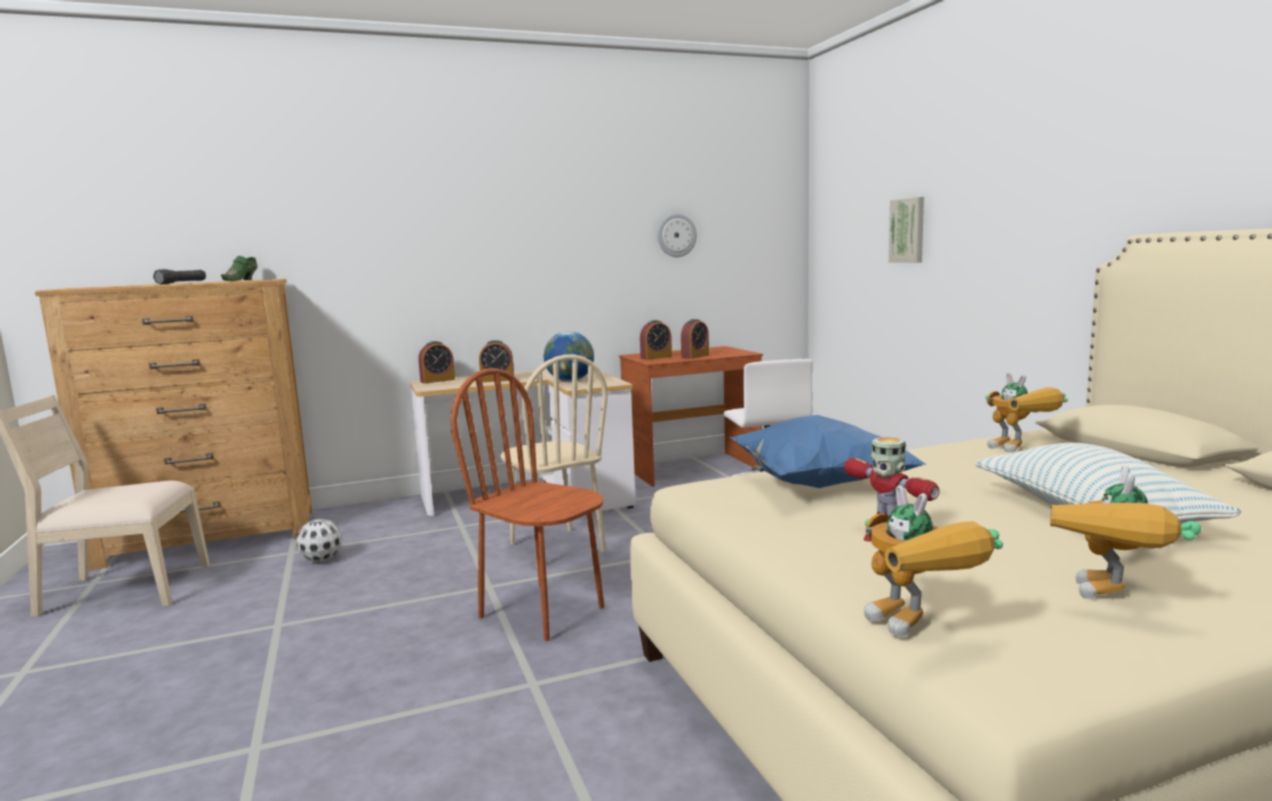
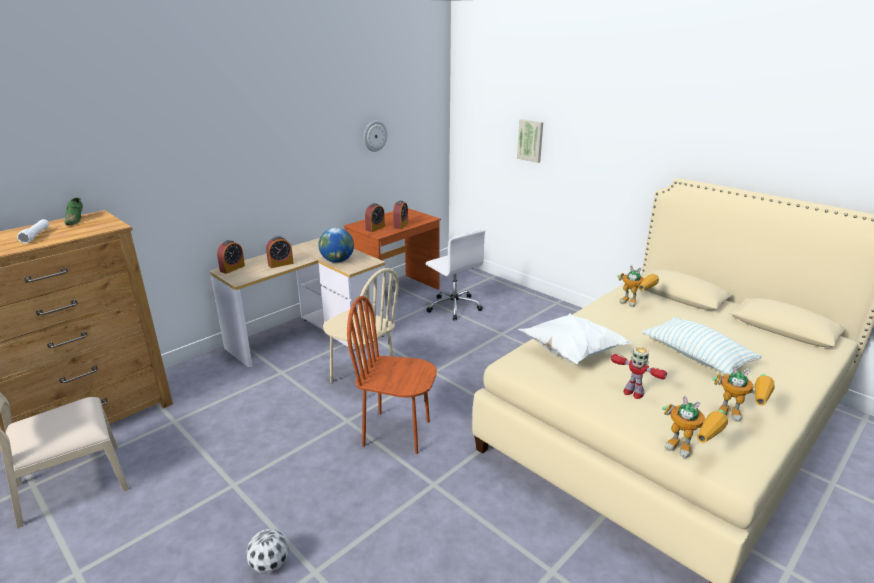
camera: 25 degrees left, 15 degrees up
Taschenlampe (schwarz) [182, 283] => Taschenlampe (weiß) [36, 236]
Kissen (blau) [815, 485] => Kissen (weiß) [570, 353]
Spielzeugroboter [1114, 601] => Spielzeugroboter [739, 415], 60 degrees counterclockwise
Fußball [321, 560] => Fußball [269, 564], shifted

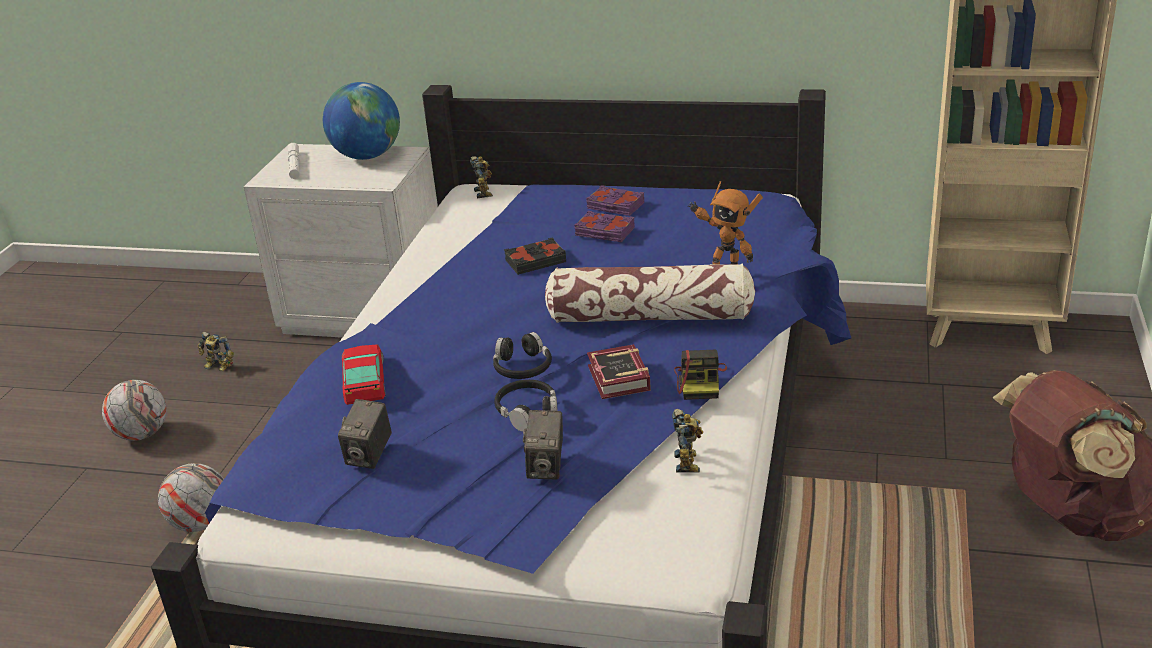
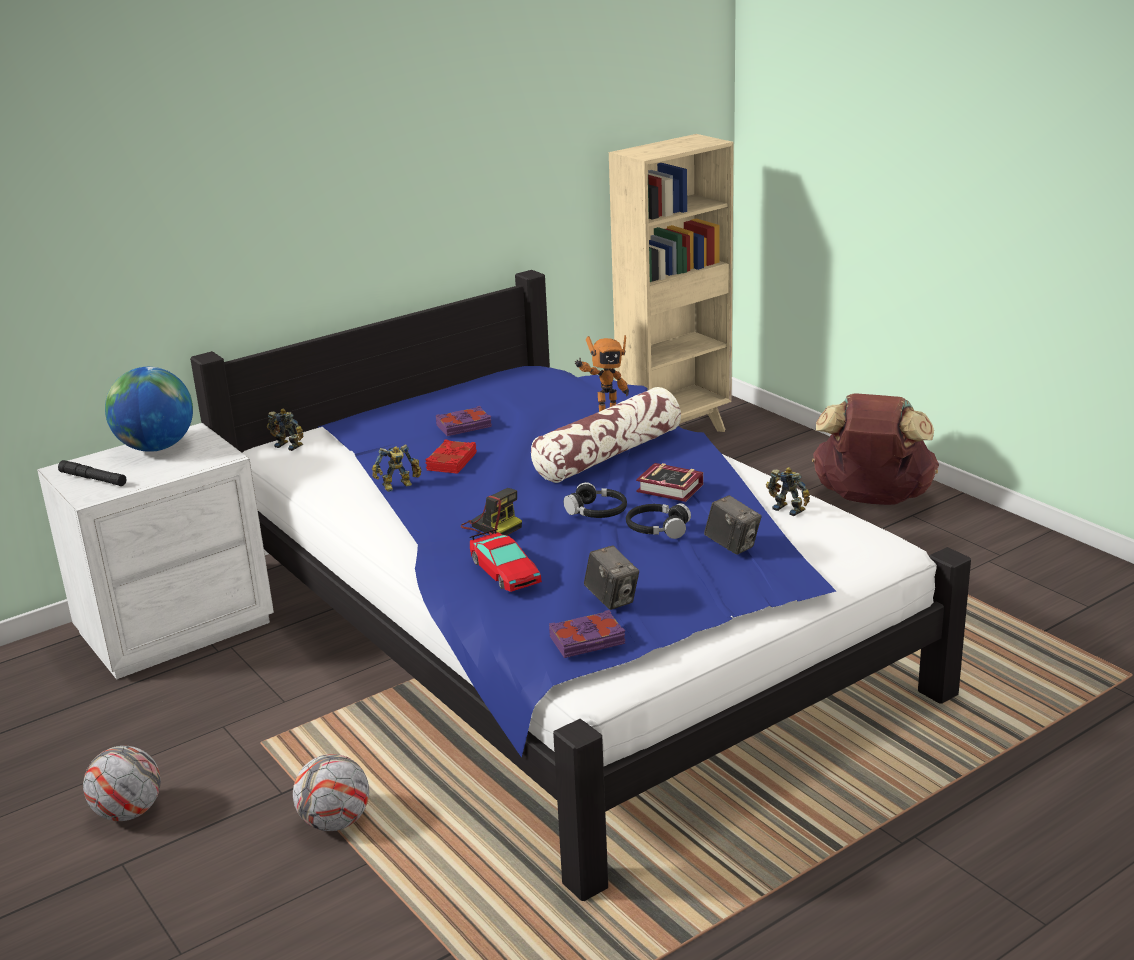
camera: 50 degrees left, 5 degrees down
Taschenlampe (weiß) [294, 165] => Taschenlampe (schwarz) [93, 479]
Buch (lila) [615, 206] => Buch (lila) [587, 641], shifted
Buch (schwarz) [535, 261] => Buch (rot) [451, 462]
Spielzeugroboter [217, 367] => Spielzeugroboter [399, 486], shifted
Spielzeugauto [365, 382] => Spielzeugauto [504, 571], 150 degrees counterclockwise
Kamera [700, 381] => Kamera [491, 525], shifted

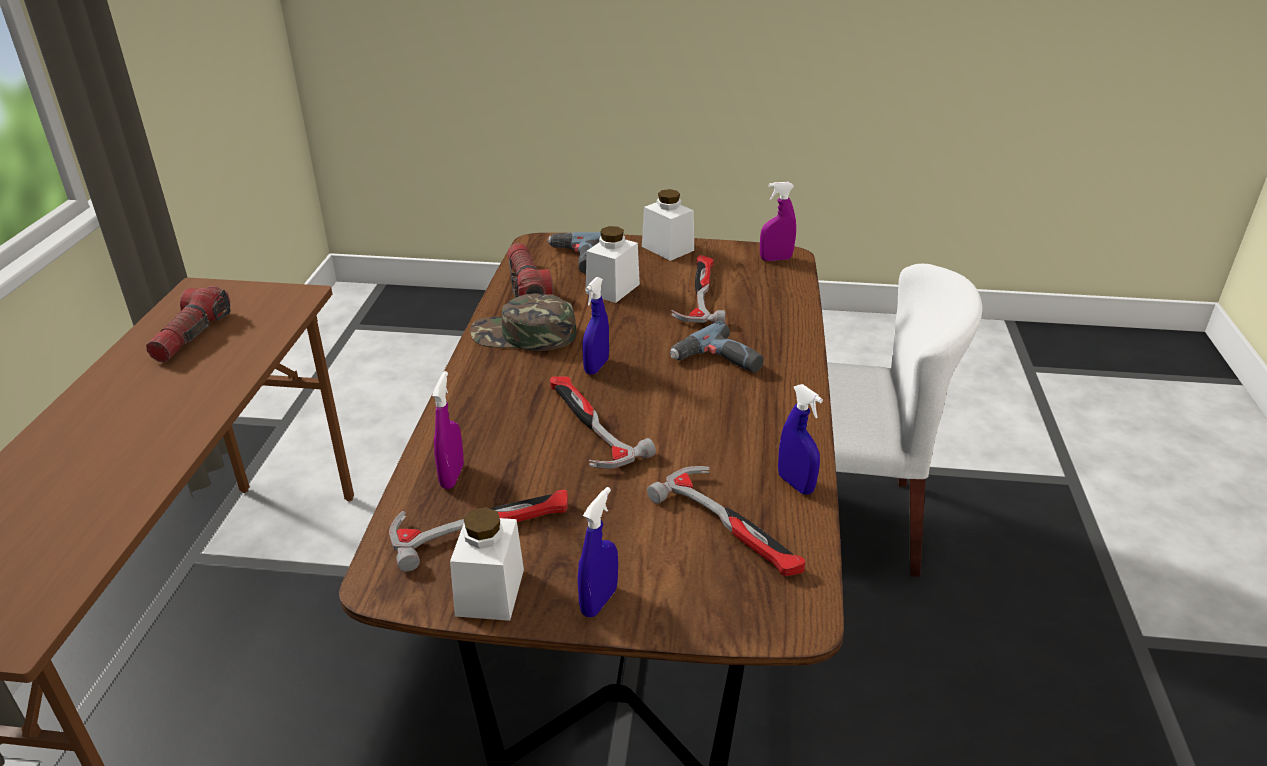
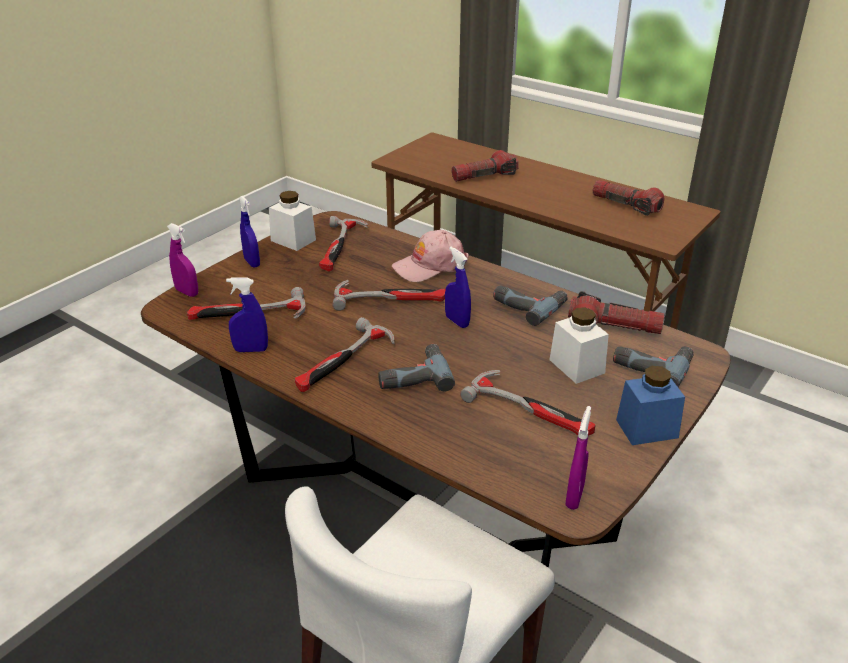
camera: 120 degrees right, 0 degrees up
Vorratsglas (weiß) [667, 248] => Vorratsglas (blau) [647, 429]
Kappe (grün) [523, 335] => Bohrmaschine [529, 305]
Sprühflasche (lila) [452, 476] => Sprühflasche (lila) [187, 292], shifted
nothing => Taschenlampe [484, 176]
nothing => Kappe (rosa) [430, 266]
nothing => Hammer [344, 362]

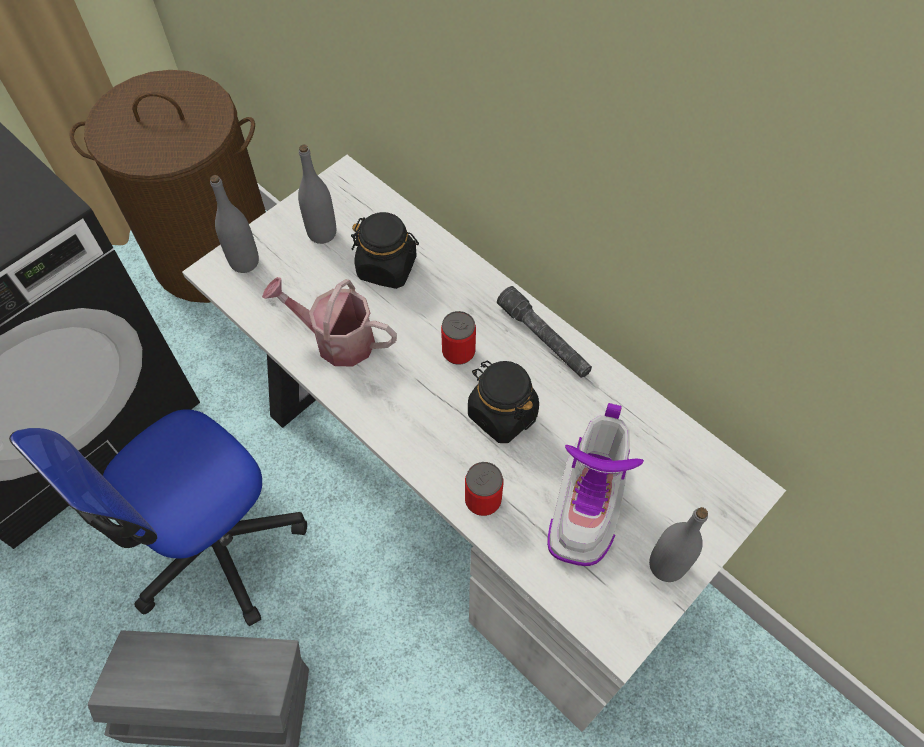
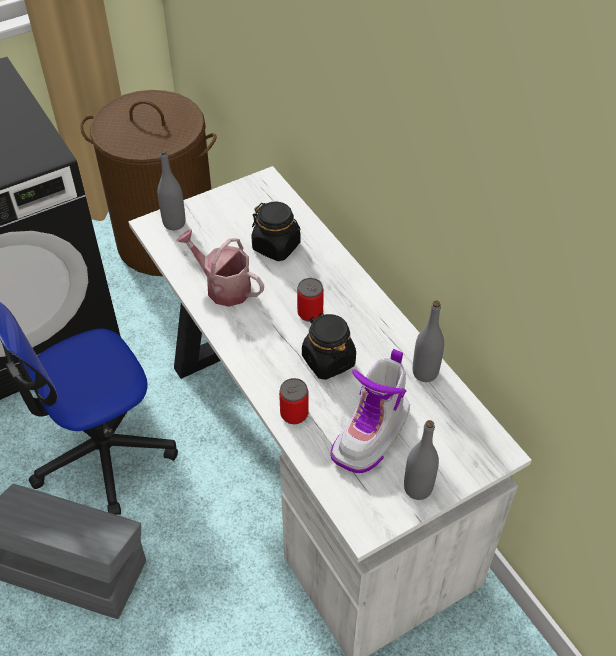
camera: 15 degrees right, 10 degrees down
Flasche (grau) [322, 233] => Flasche (grau) [425, 372], shifted
Taschenlampe (grau) [544, 339] => nothing

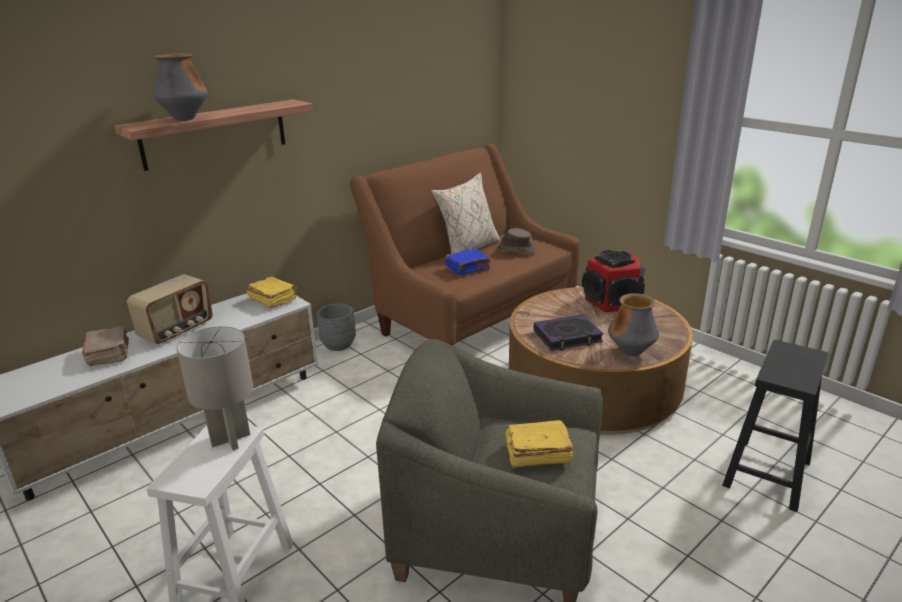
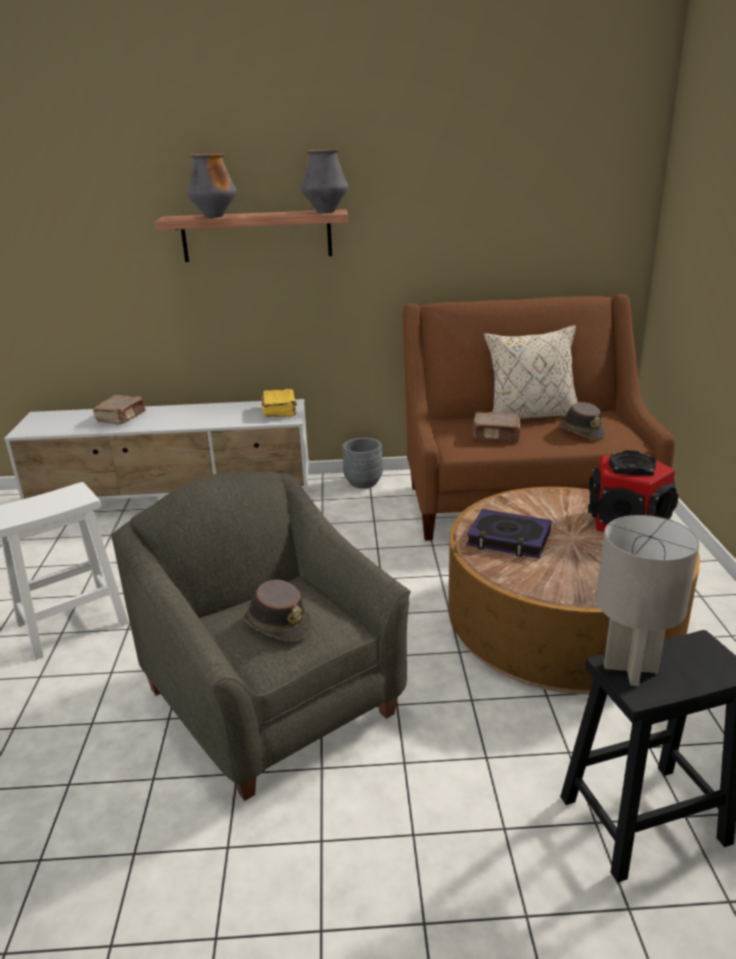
camera: 40 degrees right, 0 degrees up
Buch (blau) [468, 269] => Buch (braun) [497, 435]
Radio [177, 331] => nothing
Vase [631, 352] => Vase [325, 212], shifted
Tischlampe (grau) [231, 439] => Tischlampe (grau) [631, 668], shifted
Buch (gelb) [536, 454] => Hut (braun) [278, 623]

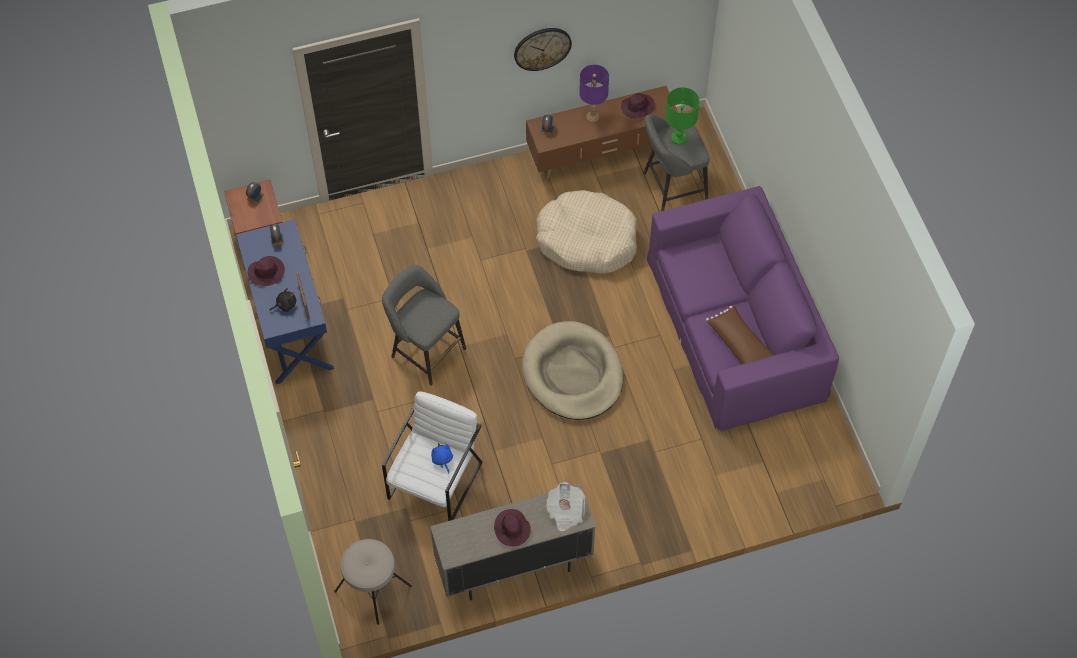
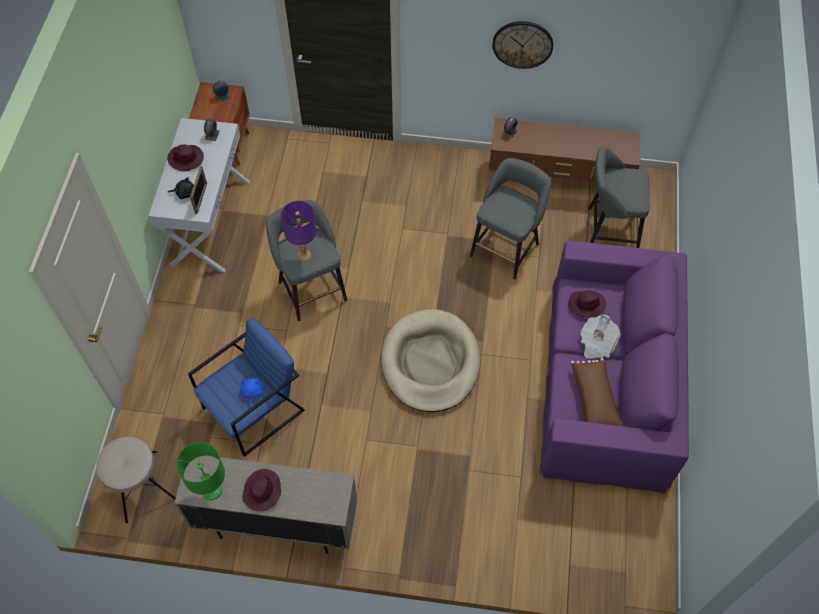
camera: 25 degrees right, 0 degrees up
Tischlampe (lila) [592, 116] => Tischlampe (lila) [304, 255], shifted
Tischlampe (grün) [679, 138] => Tischlampe (grün) [212, 490], shifted
Hut (lila) [637, 107] => Hut (lila) [586, 305], shifted
Hundebett (beige) [586, 240] => Hocker (grau) [506, 247]
Konsolentisch (blau) [290, 326] => Konsolentisch (weiß) [210, 222]
Sessel (weiß) [435, 480] => Sessel (blau) [254, 409]
Zeitung [565, 512] => Zeitung [596, 343], shifted

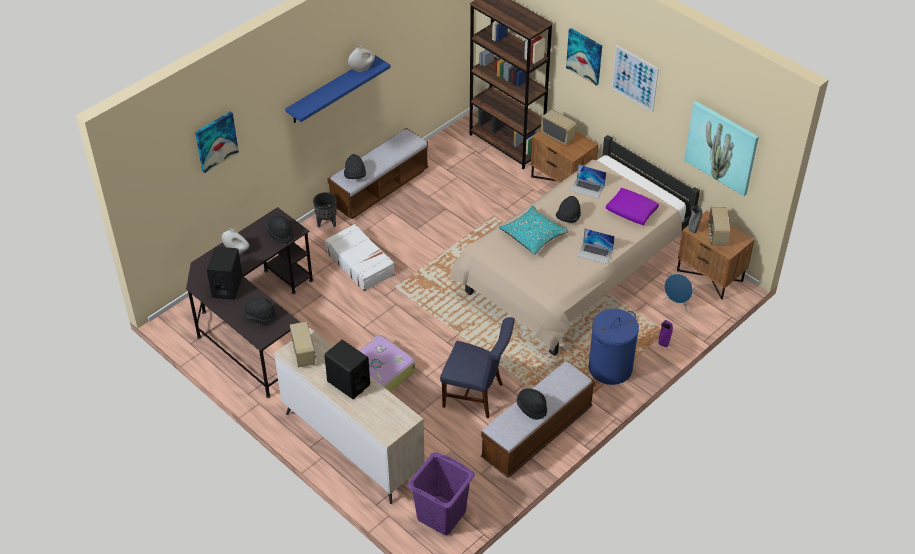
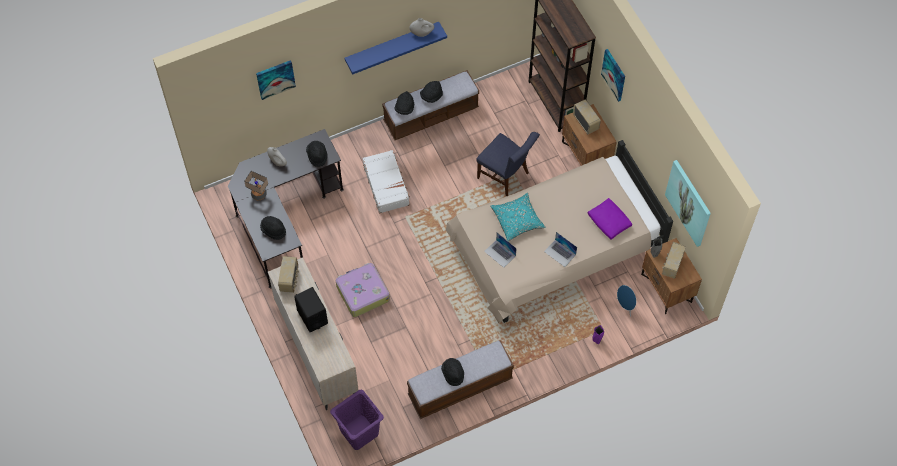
camera: 20 degrees right, 15 degrees up
Bild [634, 78] => nothing
Laptop [587, 188] => Laptop [500, 253], shifted
Pflanzkübel (schwarz) [327, 223] => nothing
Hut (schwarz) [568, 218] => Hut (schwarz) [431, 96], shifted
Lautsprecher (schwarz) [227, 286] => Tischlampe [259, 194]
Wäschekorb (blau) [610, 368] => nothing
Stuhl (blau) [477, 395] => Stuhl (blau) [506, 176], shifted

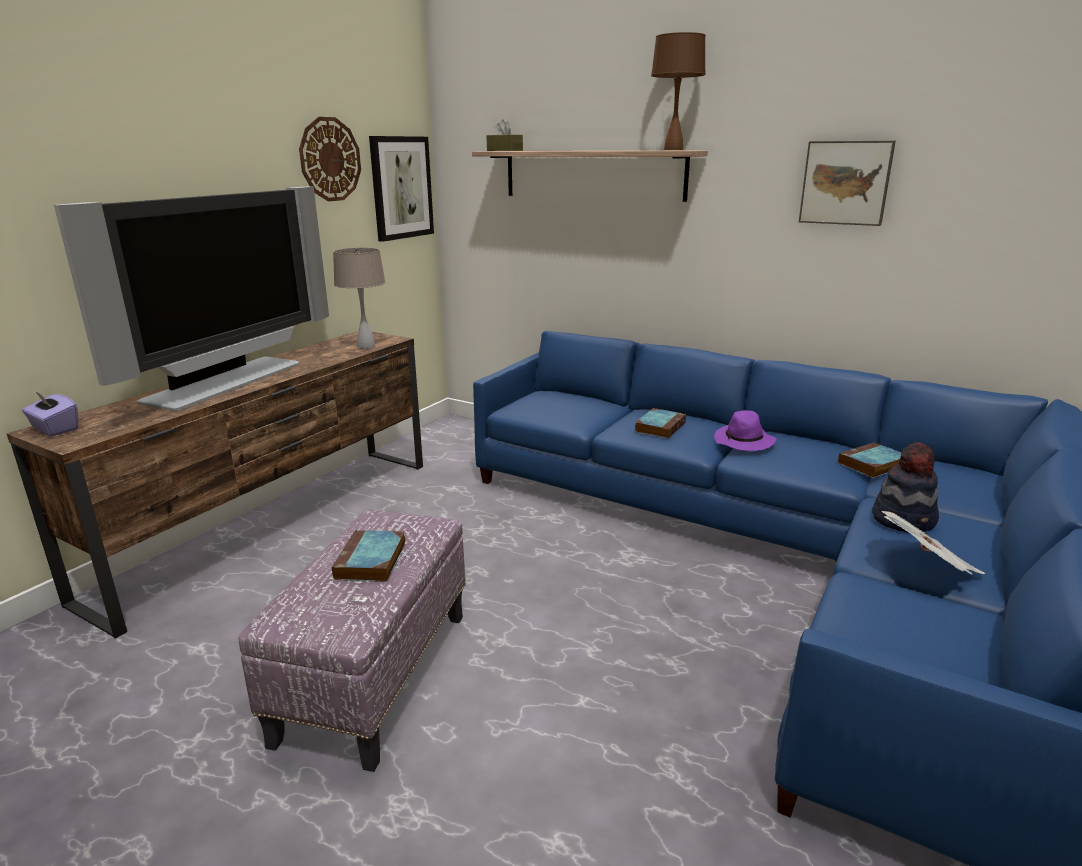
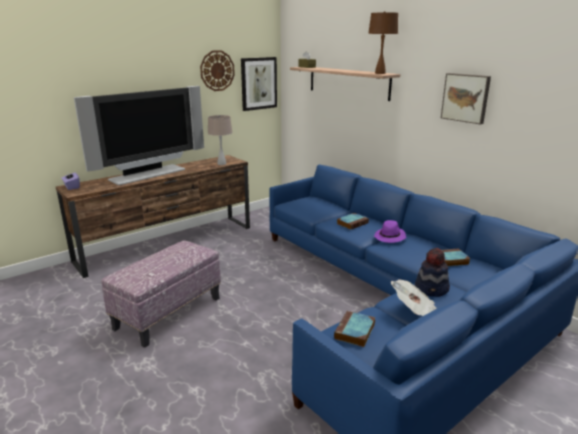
camera: 20 degrees right, 0 degrees up
Buch [371, 562] => Buch [355, 332], shifted

